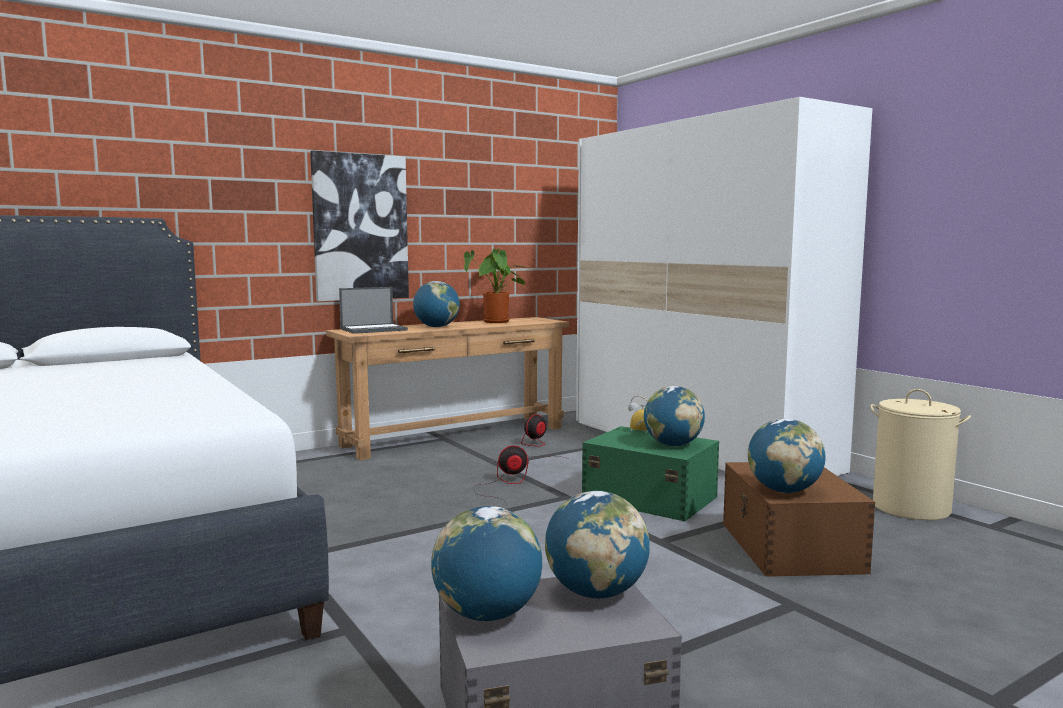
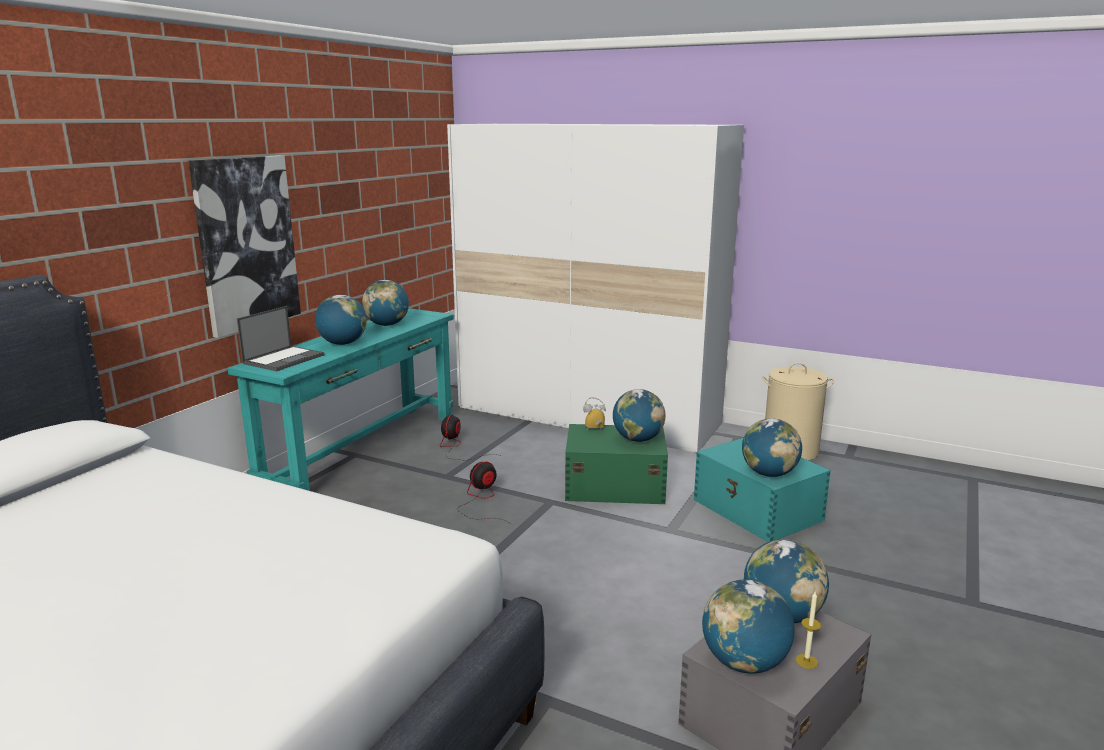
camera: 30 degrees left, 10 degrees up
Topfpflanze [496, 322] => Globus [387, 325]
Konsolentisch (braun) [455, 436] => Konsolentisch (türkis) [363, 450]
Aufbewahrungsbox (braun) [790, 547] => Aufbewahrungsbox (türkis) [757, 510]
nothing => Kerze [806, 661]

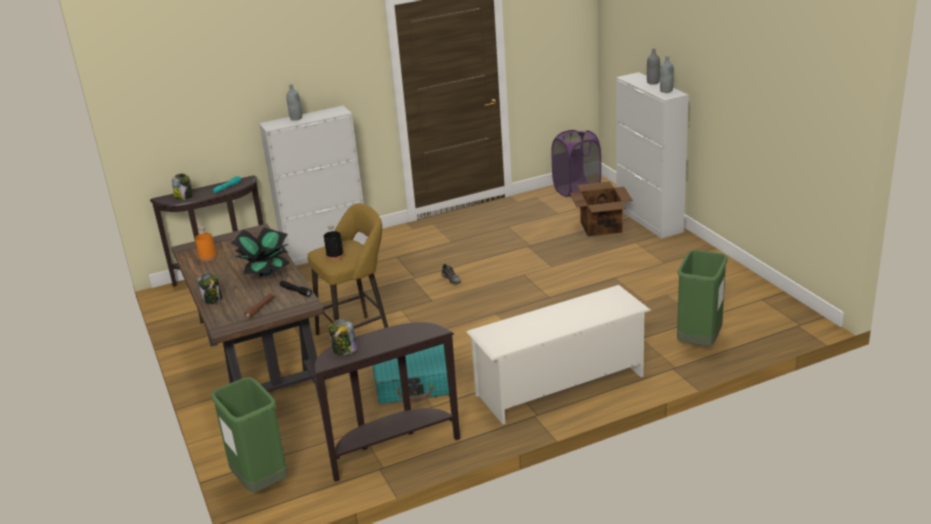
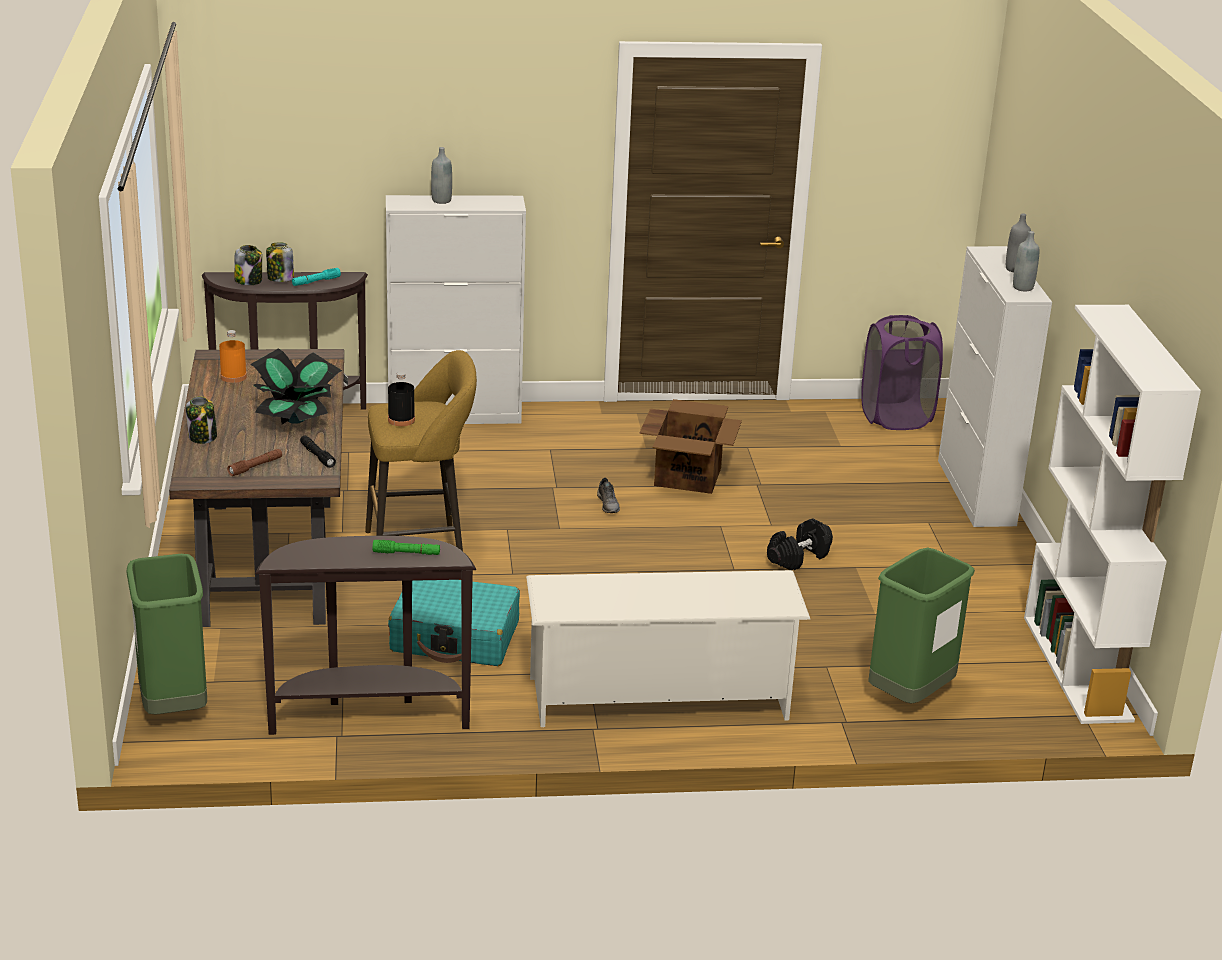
camera: 15 degrees right, 0 degrees up
Karton [601, 226] => Karton [688, 476], shifted
Vorratsglas [344, 350] => Vorratsglas [280, 279], shifted
nothing => Bücherregal (weiß) [1078, 668]
nothing => Hantel (schwarz) [798, 558]
nothing => Taschenlampe (grün) [406, 553]

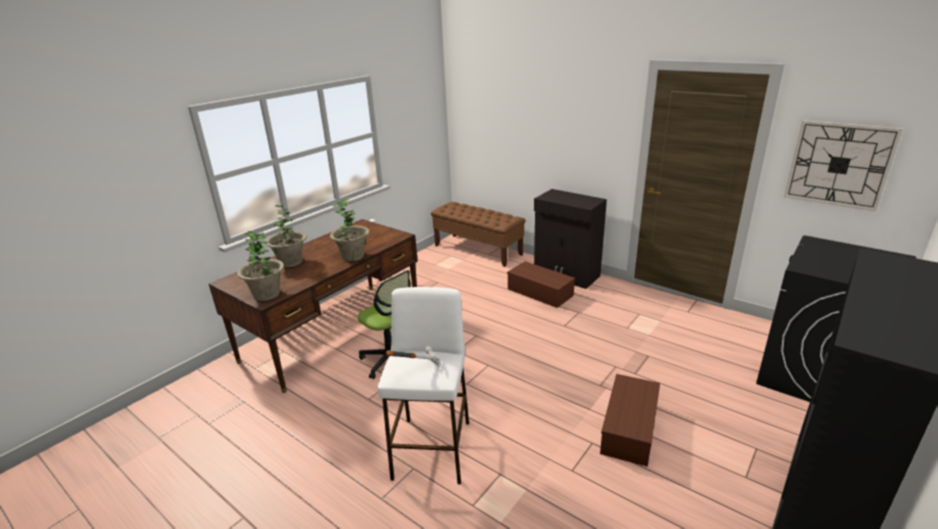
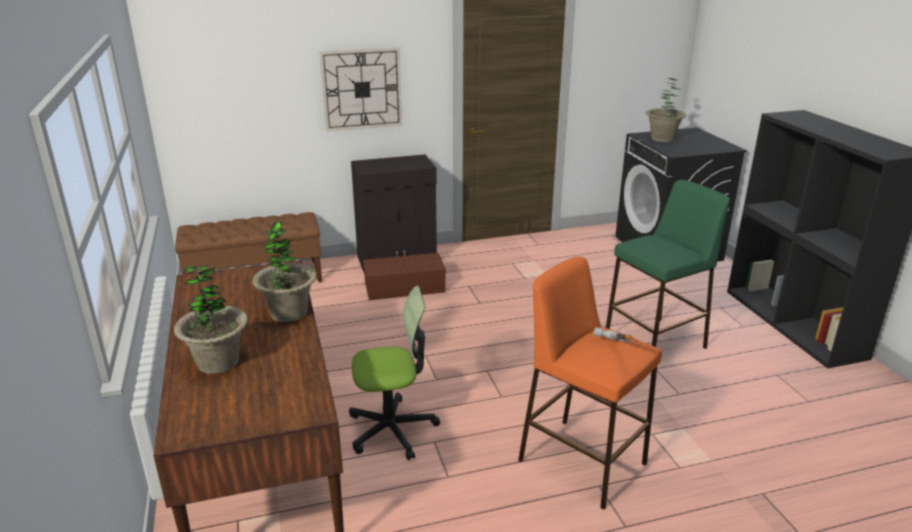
camera: 55 degrees left, 0 degrees up
Wanduhr [839, 164] => Wanduhr [362, 89], shifted
Topfpflanze [267, 294] => Topfpflanze [662, 139], shifted
Hocker (weiß) [432, 449] => Hocker (orange) [581, 461]
Aufbewahrungsbox (braun) [630, 429] => Hocker (grün) [655, 343]

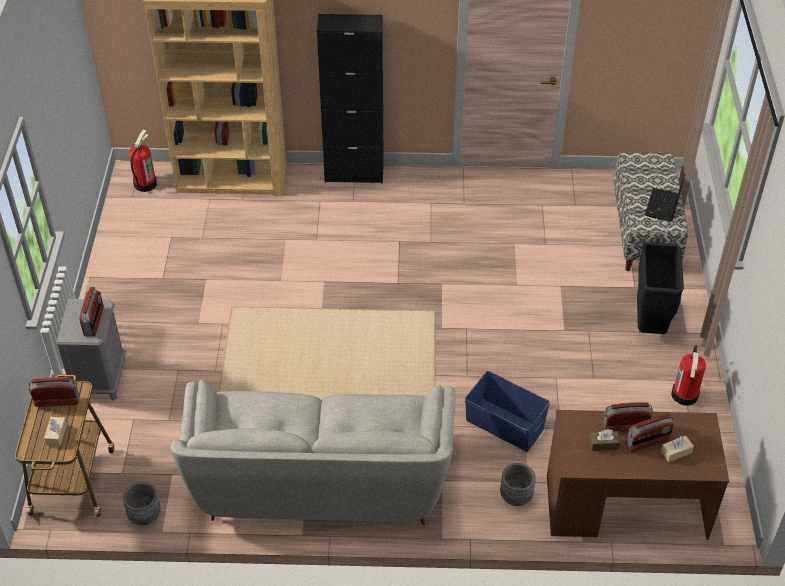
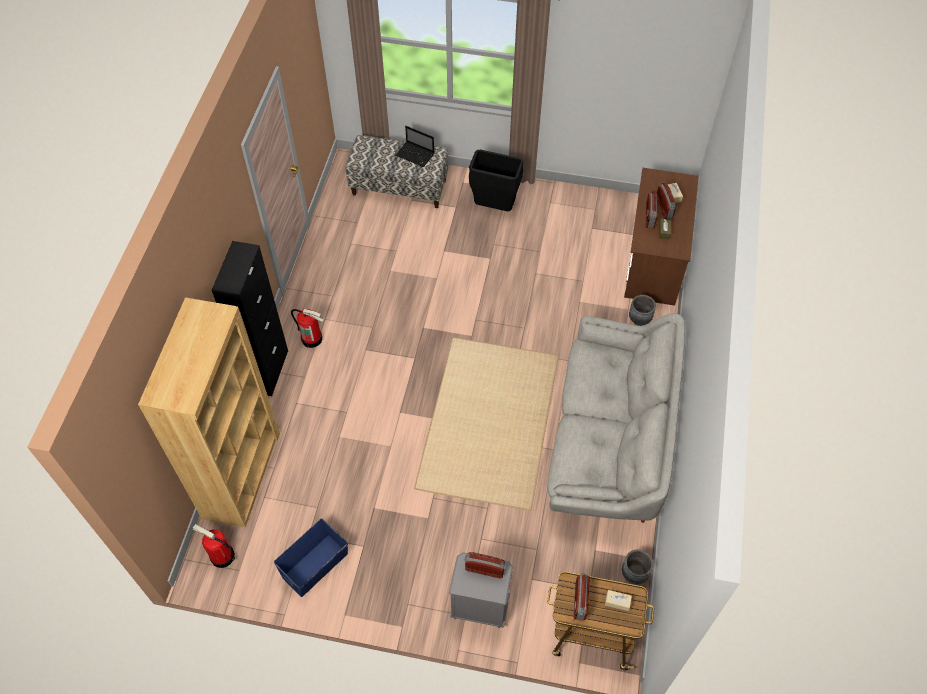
camera: 80 degrees left, 10 degrees up
Feuerlöscher [685, 395] => Feuerlöscher [312, 338], shifted
Aufbewahrungsbox (blau) [504, 424] => Aufbewahrungsbox (blau) [314, 565], shifted

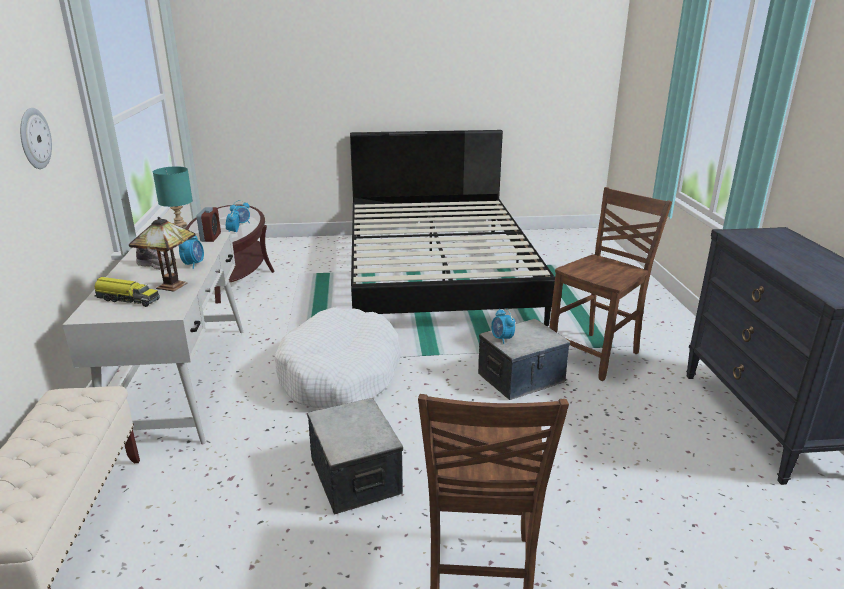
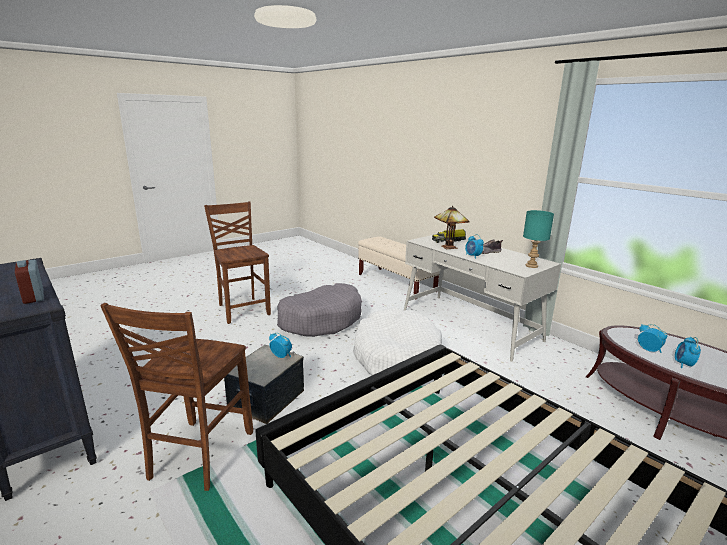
camera: 145 degrees right, 5 degrees down
Wanduhr [34, 138] => nothing
Wecker [210, 237] => Wecker [33, 297], shifted
Aufbewahrungsbox [356, 476] => Hundebett (grau) [321, 320]

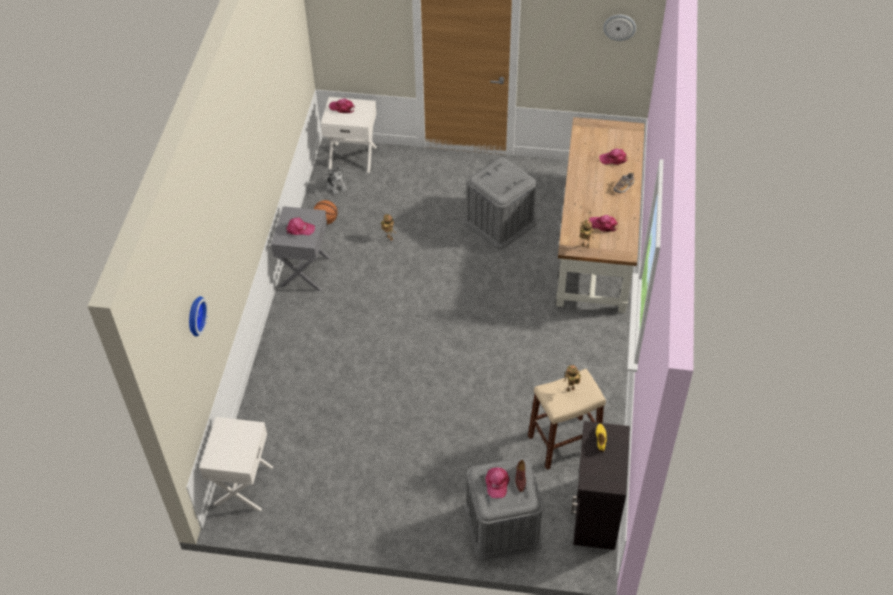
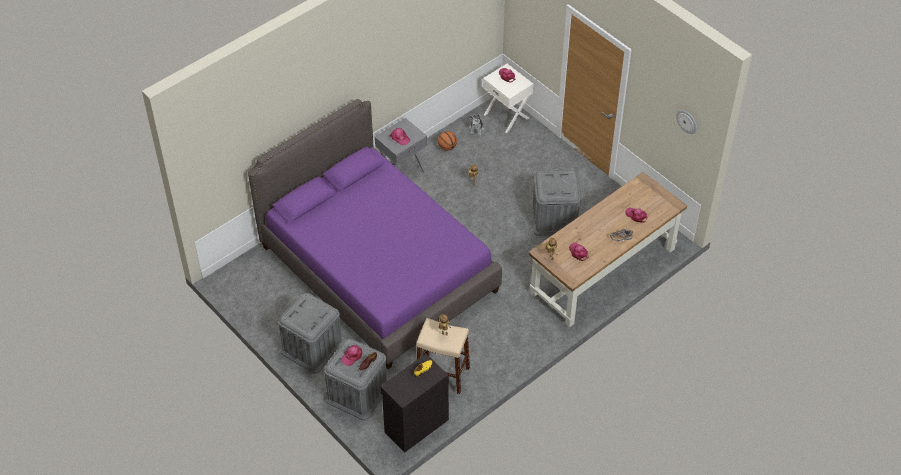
camera: 40 degrees right, 0 degrees up
Wanduhr [194, 315] => nothing
Nachttisch (weiß) [242, 485] => nothing
nothing => Bett (lila) [378, 268]
nothing => Aufbewahrungsbox (grau) [312, 347]

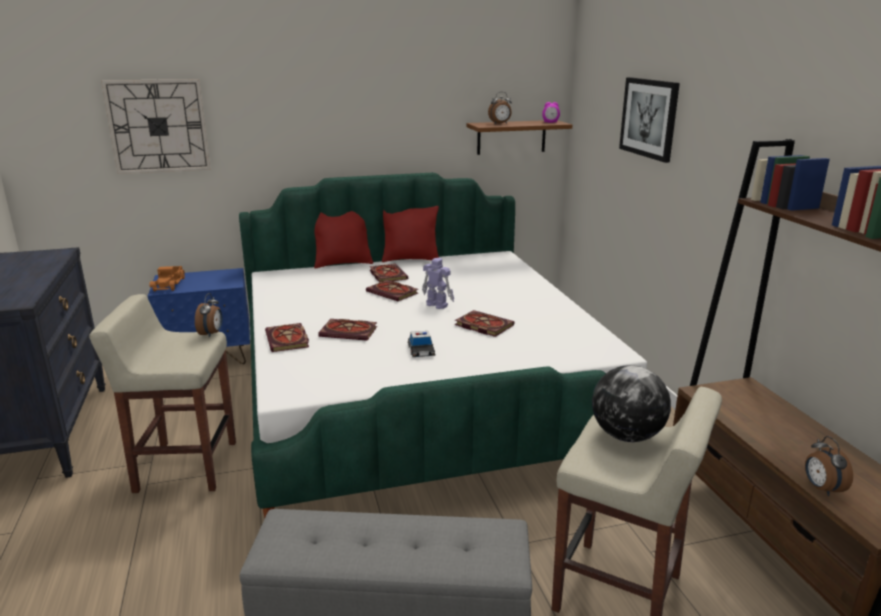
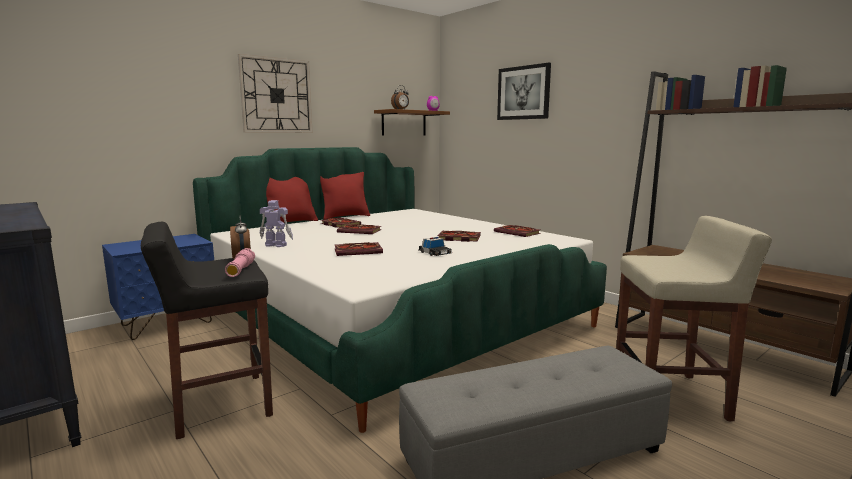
camera: 25 degrees left, 10 degrees down
Wanduhr [158, 126] => Wanduhr [276, 95], shifted
Spielzeugroboter [436, 304] => Spielzeugroboter [275, 245], shifted
Spielzeuglaster [169, 284] => nothing
Hocker (beige) [185, 466] => Hocker (schwarz) [219, 405]
Buch [288, 340] => Buch [518, 233], shifted
Globus [627, 435] => nothing
Wecker [821, 488] => nothing
nothing => Taschenlampe (rosa) [240, 270]

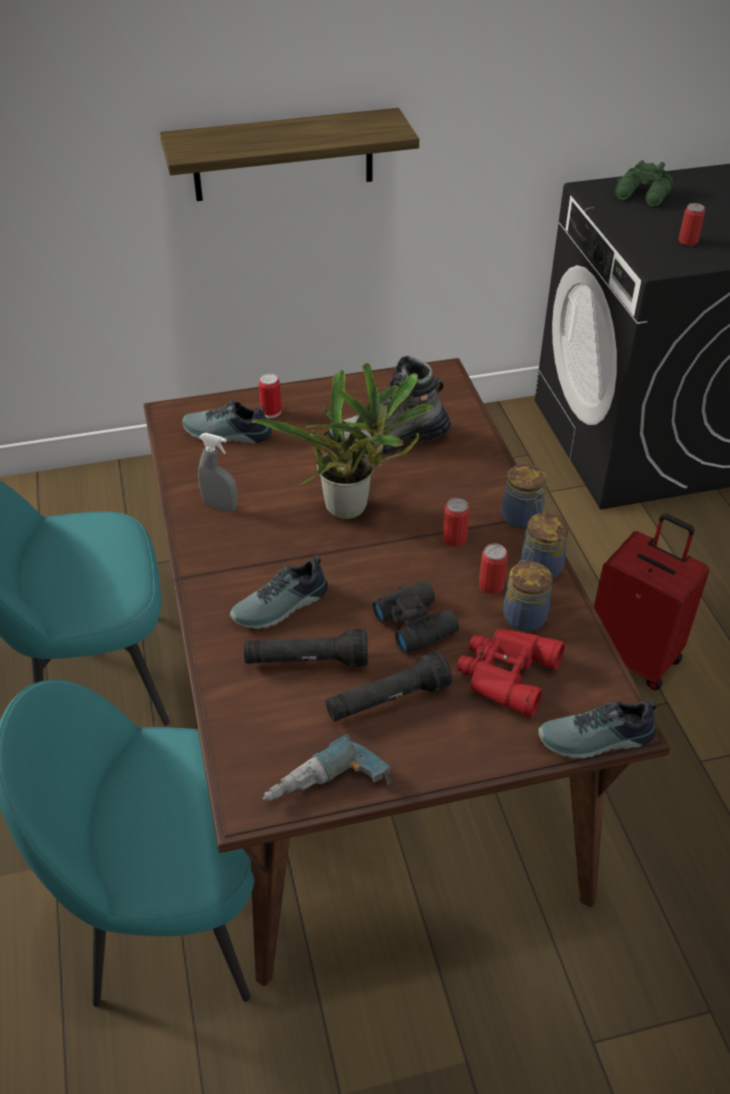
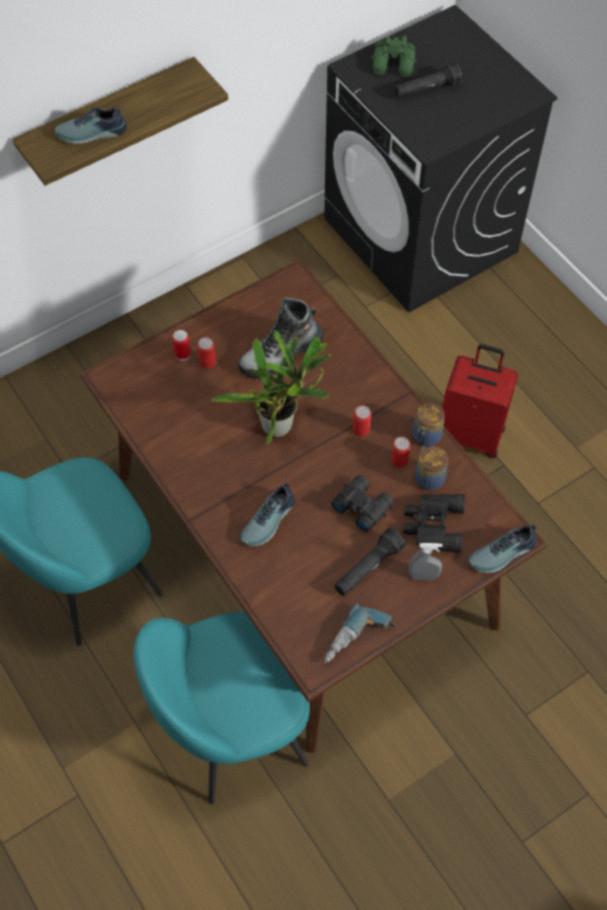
camera: 20 degrees left, 15 degrees up
Dose [688, 241] => Dose [207, 362], shifted
Schuh [226, 434] => Schuh [92, 134], shifted
Sprühflasche (grau) [220, 507] => Sprühflasche (grau) [423, 576], shifted
Vorratsglas [522, 518] => nothing
Fernglas (rot) [505, 673] => Fernglas (schwarz) [432, 525]
Taschenlampe (schwarz) [306, 661] => Taschenlampe (schwarz) [426, 90], shifted

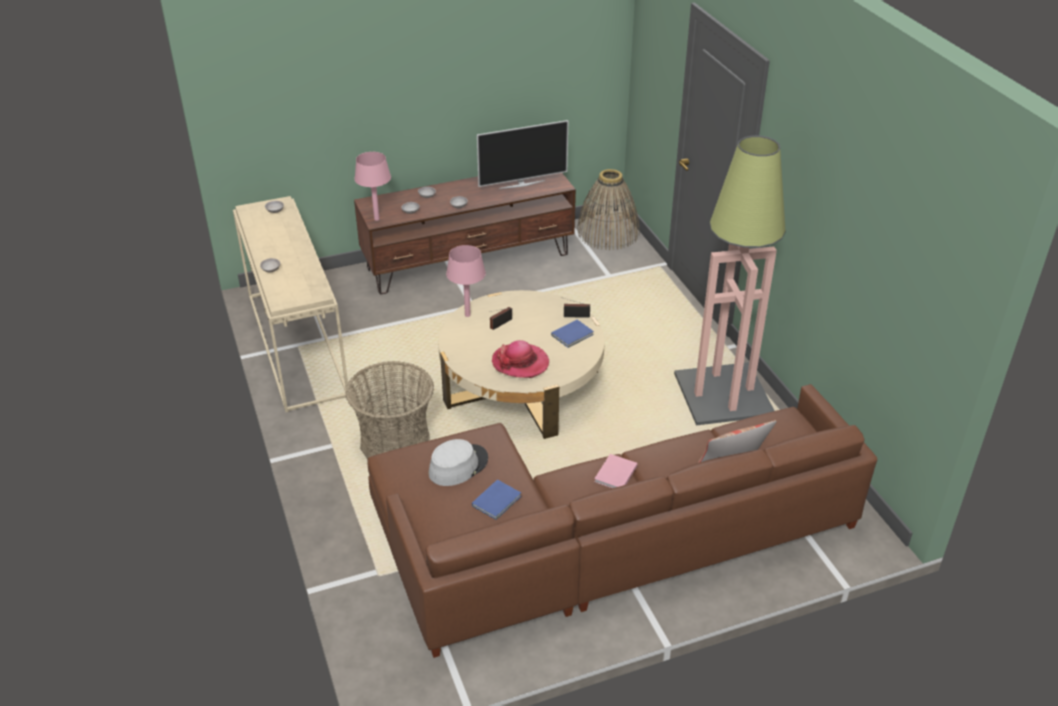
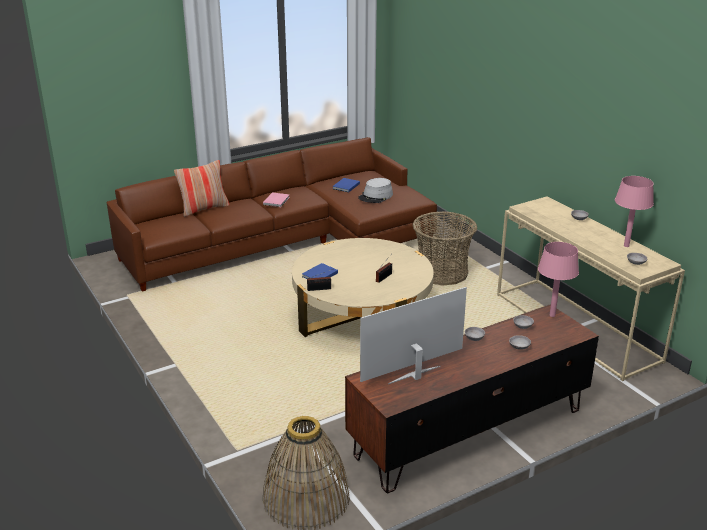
camera: 170 degrees right, 10 degrees down
Stehlampe [722, 395] => nothing
Tischlampe (rosa) [467, 315] => Tischlampe (rosa) [626, 246], shifted
Hut [520, 363] => nothing

